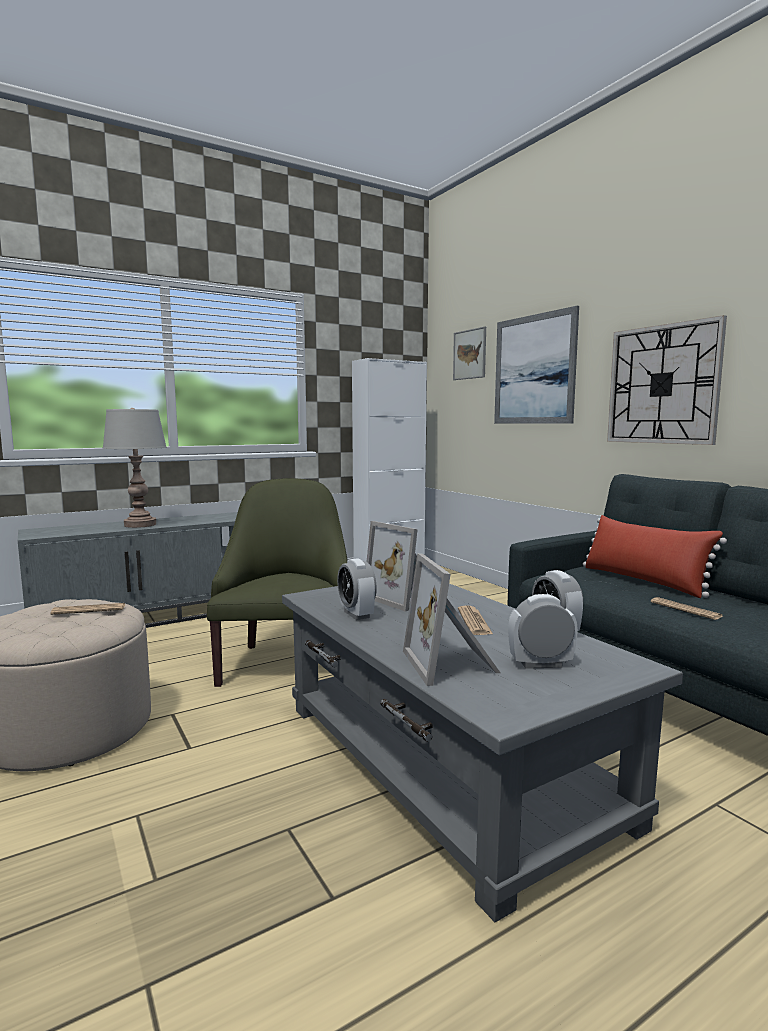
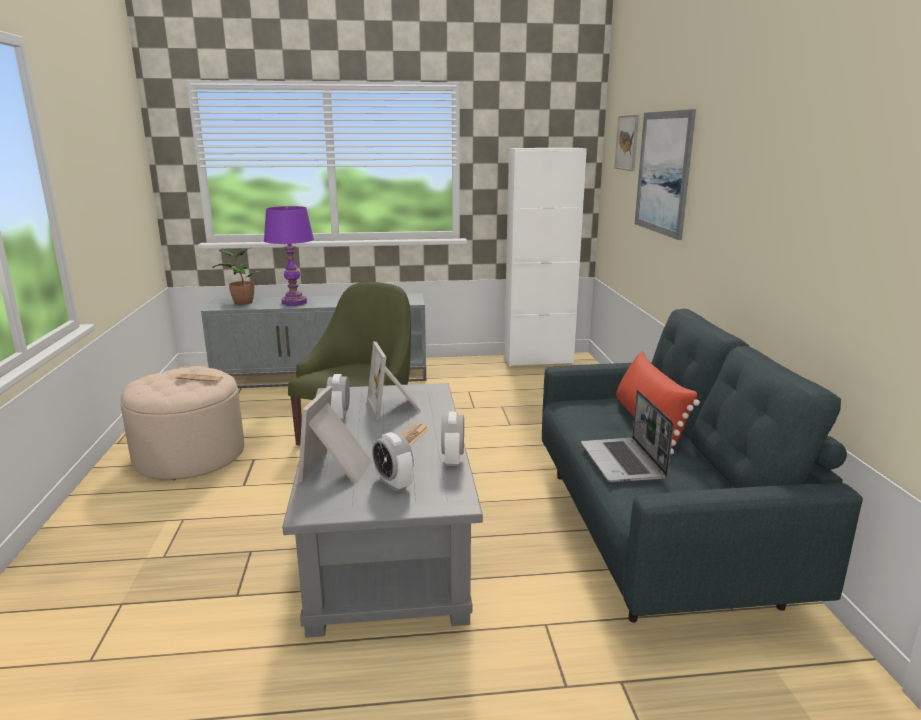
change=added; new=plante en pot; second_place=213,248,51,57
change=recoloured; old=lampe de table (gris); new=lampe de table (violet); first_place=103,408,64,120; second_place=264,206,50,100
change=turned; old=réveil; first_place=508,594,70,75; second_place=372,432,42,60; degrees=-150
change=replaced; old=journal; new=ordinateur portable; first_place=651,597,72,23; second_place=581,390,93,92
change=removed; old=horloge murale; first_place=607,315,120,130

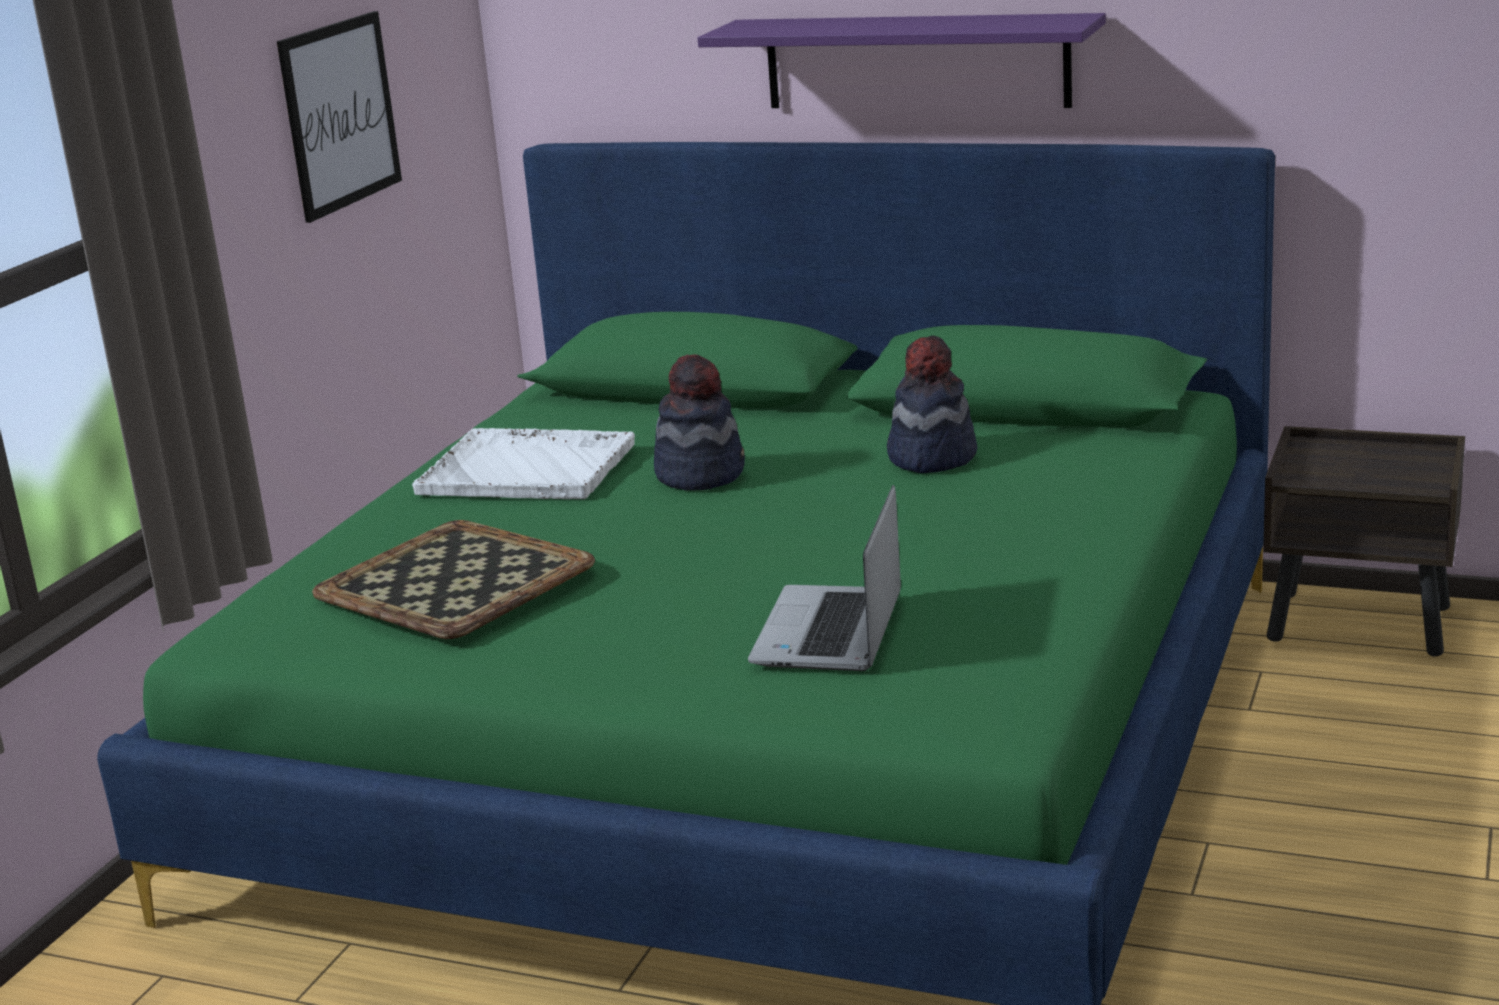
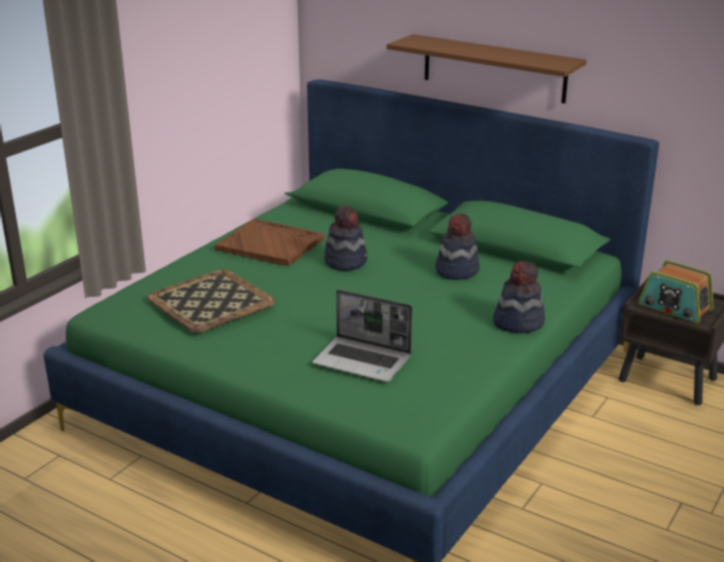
change=recoloured; old=plateau (blanc); new=plateau (marron); first_place=412,428,223,71; second_place=214,219,110,47
change=turned; old=ordinateur portable; first_place=748,485,153,186; second_place=313,289,99,93; degrees=-90
change=recoloured; old=étagère (violet); new=étagère (marron); first_place=698,13,408,95; second_place=387,34,199,69
change=added; new=chapeau; second_place=493,261,52,72
change=added; new=radio; second_place=638,260,76,63
change=removed; old=tableau; first_place=277,11,125,212

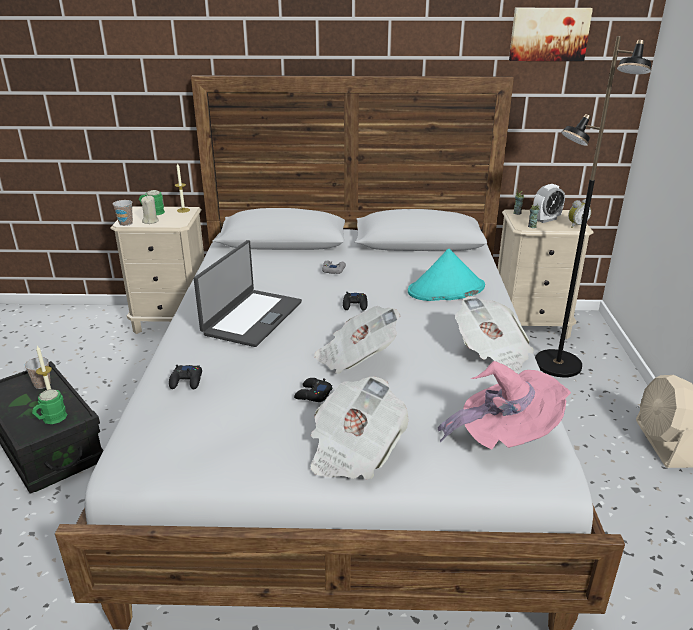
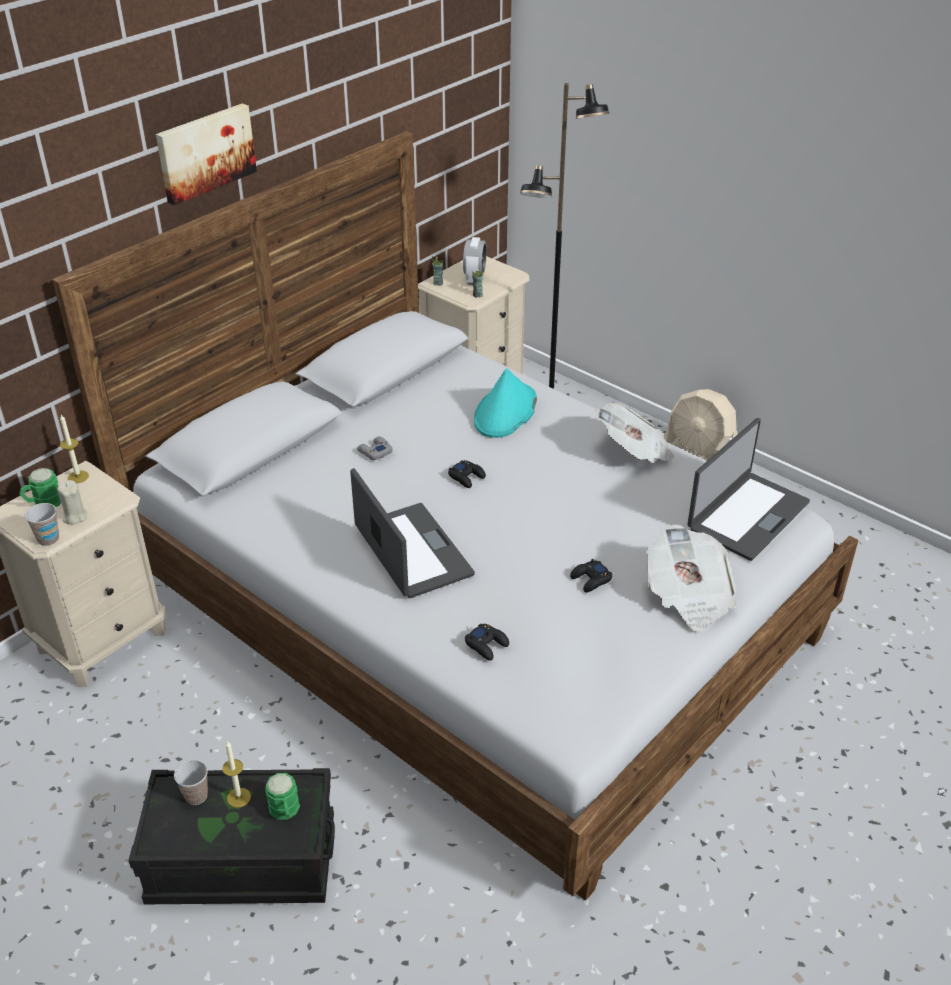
change=moved; old=tableau; first_place=509,8,84,53; second_place=156,103,101,102
change=replaced; old=chapeau (rose); new=ordinateur portable; first_place=438,361,133,88; second_place=687,418,123,143
change=removed; old=journal; first_place=314,306,86,68
change=removed; old=réveil; first_place=568,199,23,29

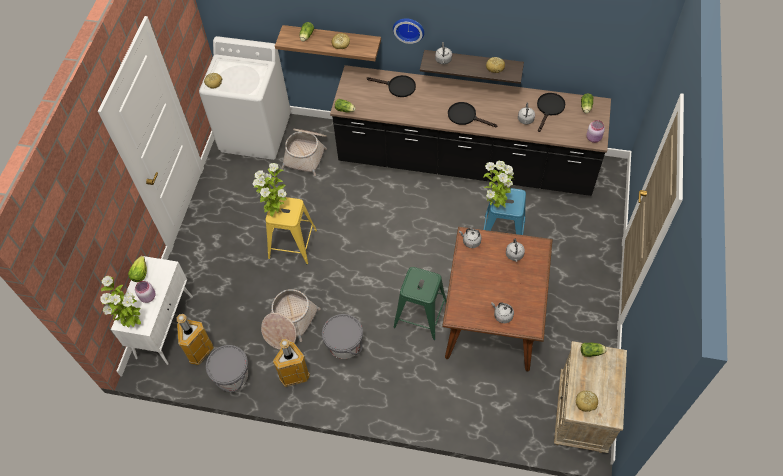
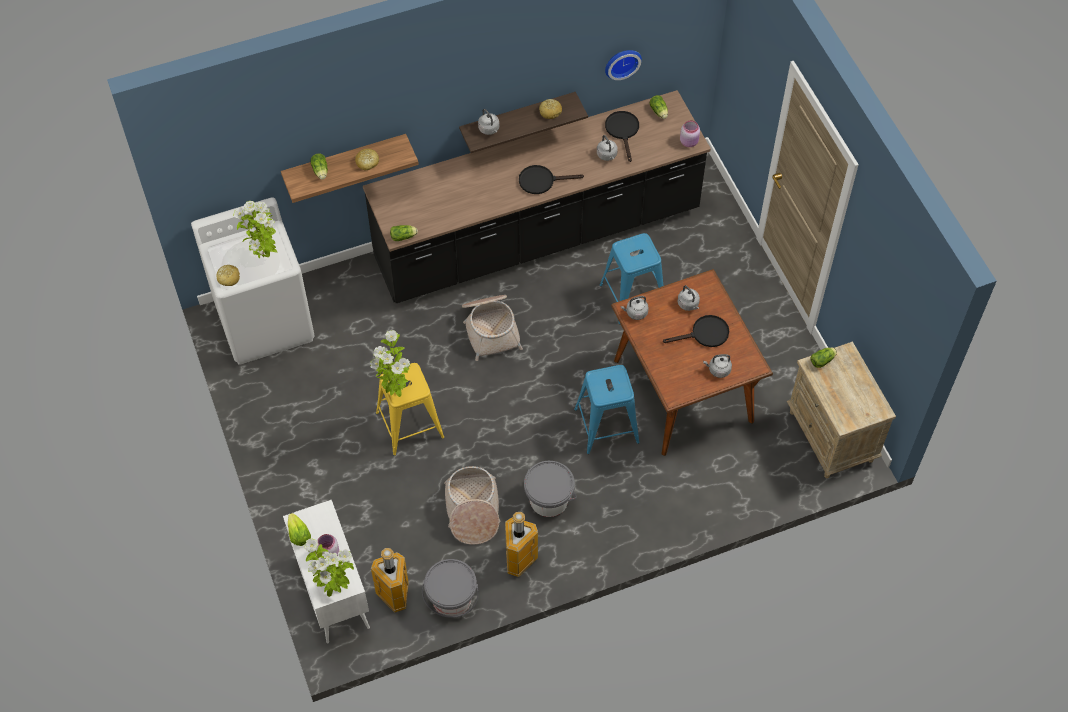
change=moved; old=plante en pot; first_place=483,161,31,47; second_place=233,201,45,57
change=moved; old=panier; first_place=282,129,45,47; second_place=462,295,61,66
change=recoloured; old=tabouret (vert); new=tabouret (bleu); first_place=393,267,53,73; second_place=574,365,66,89
change=moved; old=horloge murale; first_place=393,18,31,26; second_place=605,50,37,30
change=moved; old=poêle (noir); first_place=367,75,49,22; second_place=663,315,66,32
change=removed; old=pain; first_place=576,391,22,21

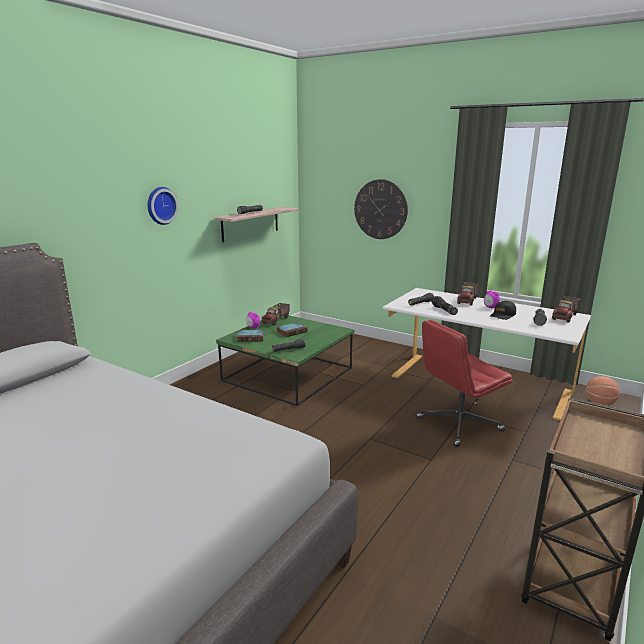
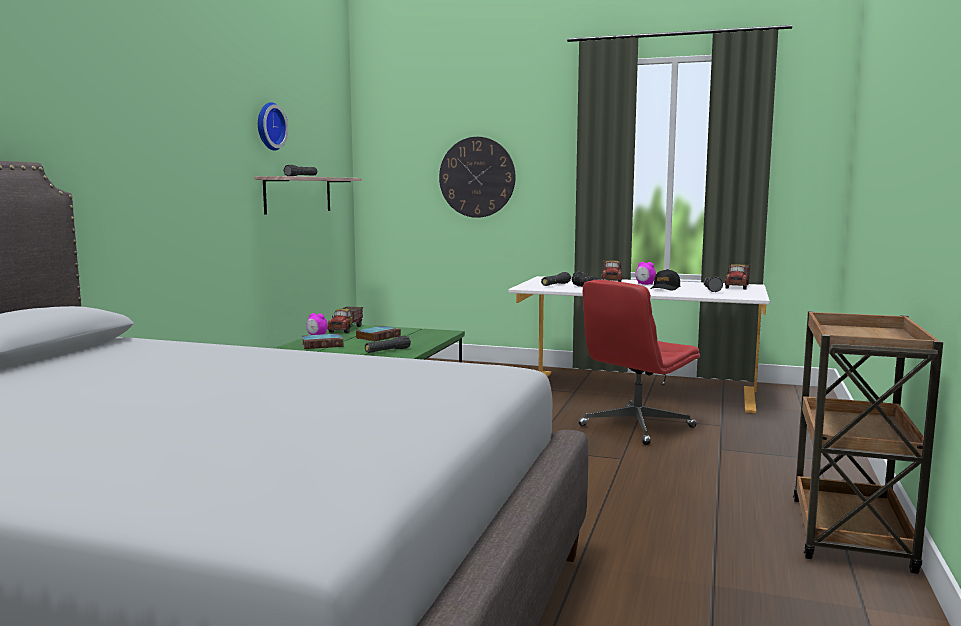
change=moved; old=horloge murale; first_place=147,187,32,38; second_place=258,102,30,49
change=removed; old=ballon de basket; first_place=586,376,34,30

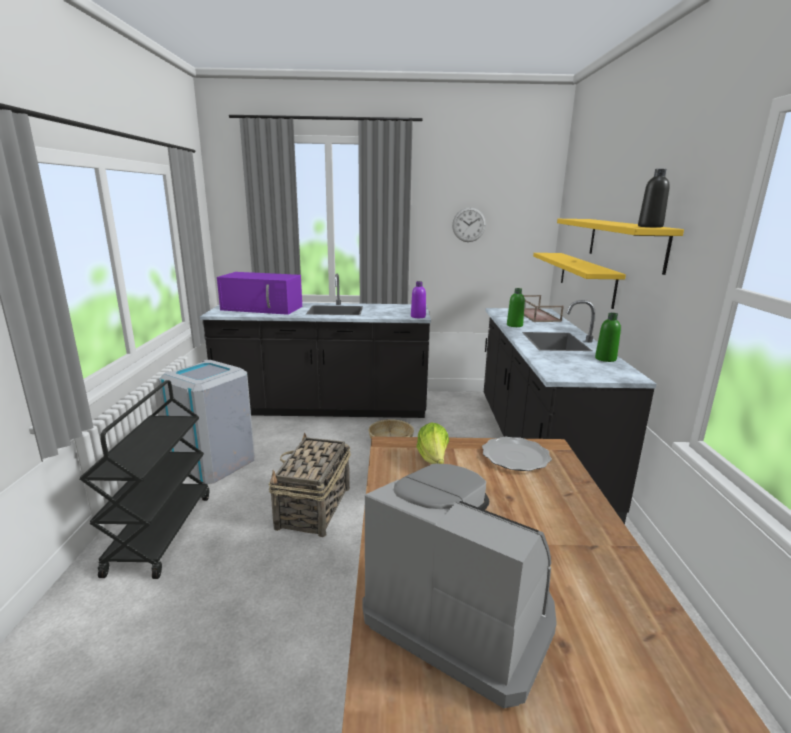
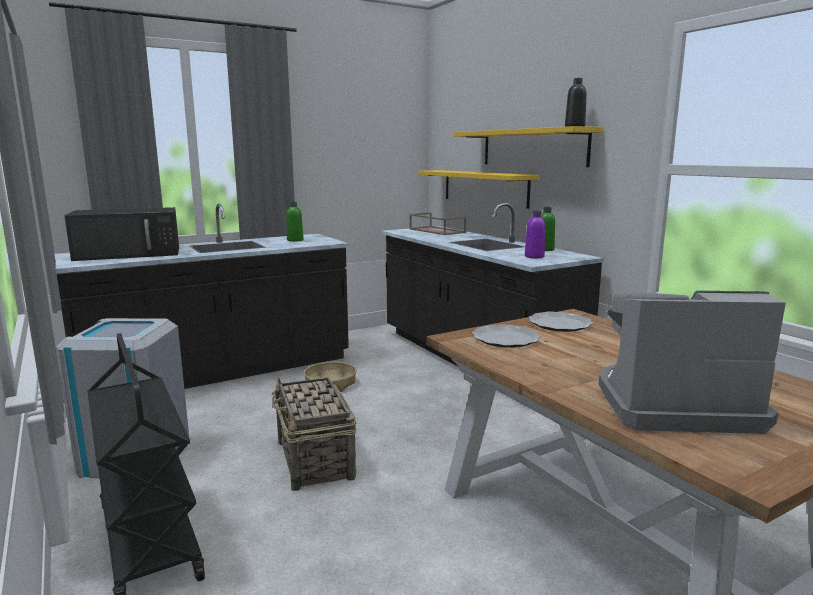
change=recoloured; old=micro-ondes (violet); new=micro-ondes (noir); first_place=217,272,85,43; second_place=64,207,115,54
change=moved; old=bouteille (vert); first_place=507,288,18,39; second_place=286,202,18,40
change=replaced; old=laitue; new=assiette; first_place=416,422,33,42; second_place=472,324,69,24
change=moved; old=bouteille (violet); first_place=411,281,15,37; second_place=525,211,20,47
change=removed; old=horloge murale; first_place=452,207,34,35

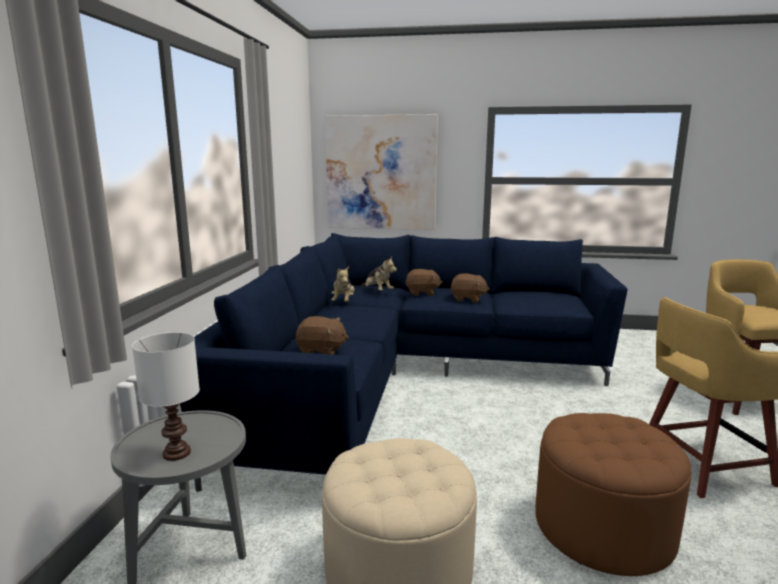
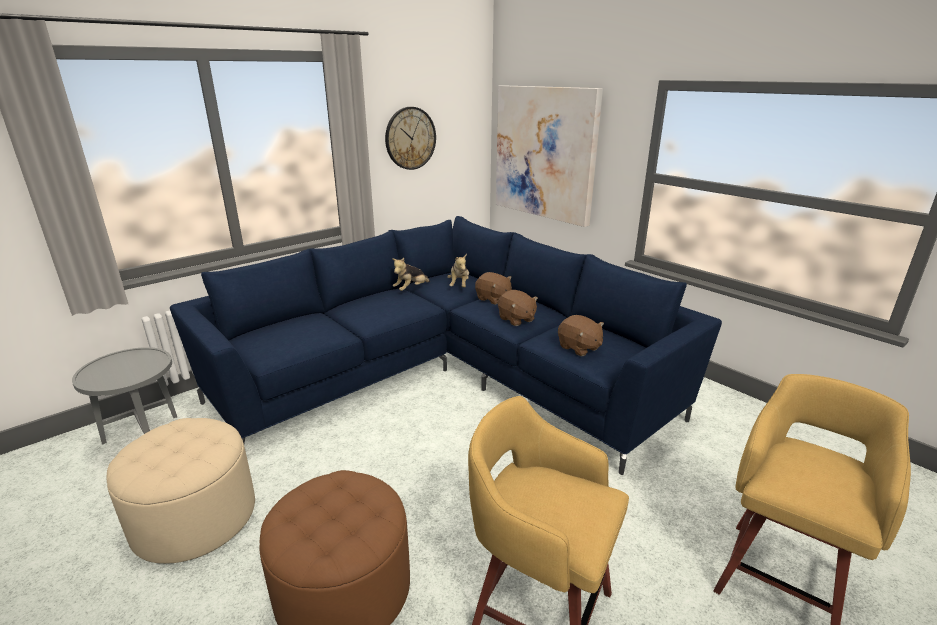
change=added; new=horloge murale; second_place=385,107,51,63
change=moved; old=peluche (marron); first_place=296,316,53,38; second_place=558,315,46,41
change=removed; old=lampe de table (blanc); first_place=132,332,68,129

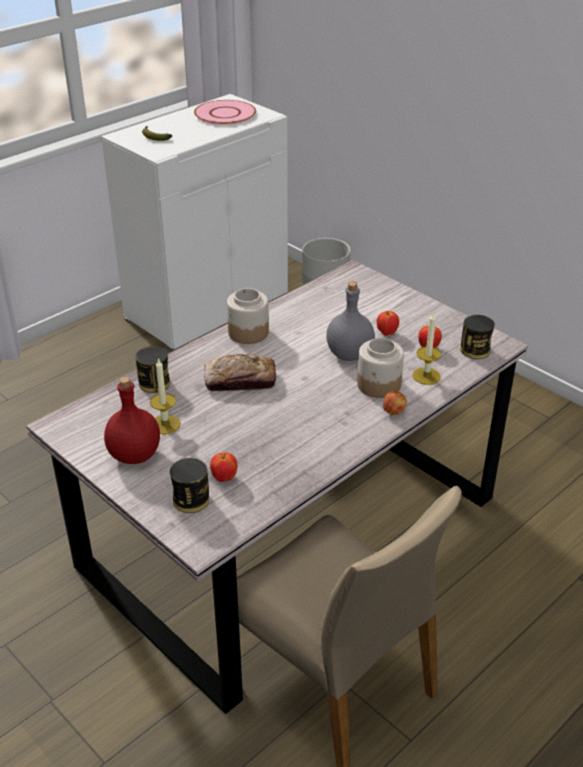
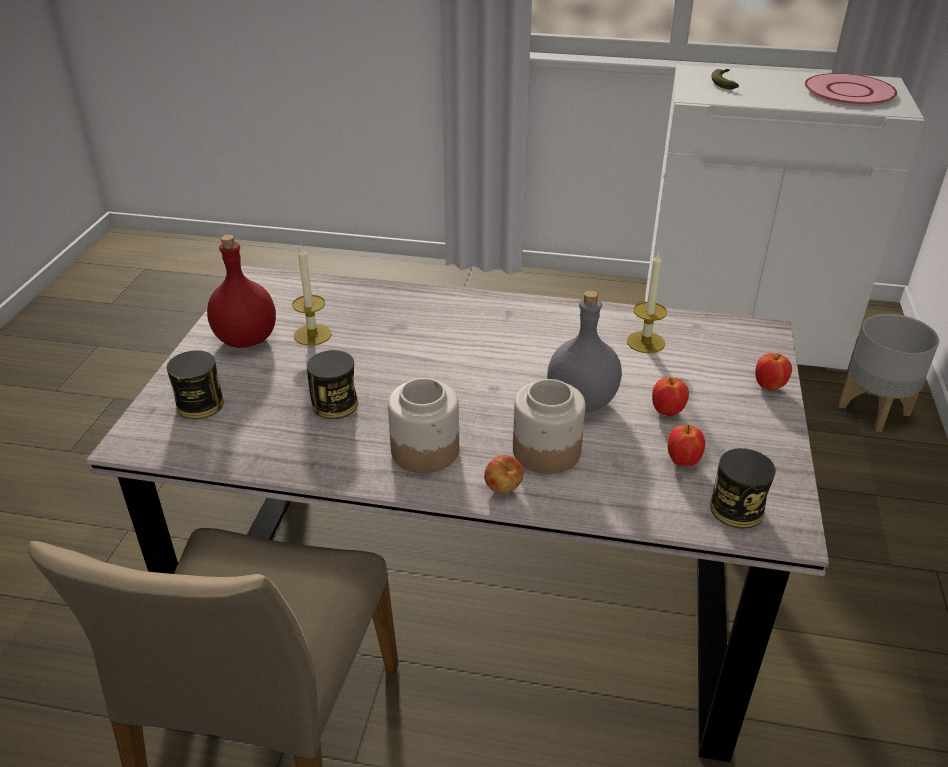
change=moved; old=boîte métallique; first_place=136,346,34,47; second_place=307,350,51,69
change=moved; old=bocal; first_place=227,288,42,56; second_place=388,378,71,95
change=moved; old=bougie; first_place=412,312,29,73; second_place=627,251,40,102
change=moved; old=pomme; first_place=210,452,27,30; second_place=755,353,37,38
change=removed; old=pain; first_place=204,354,72,37

